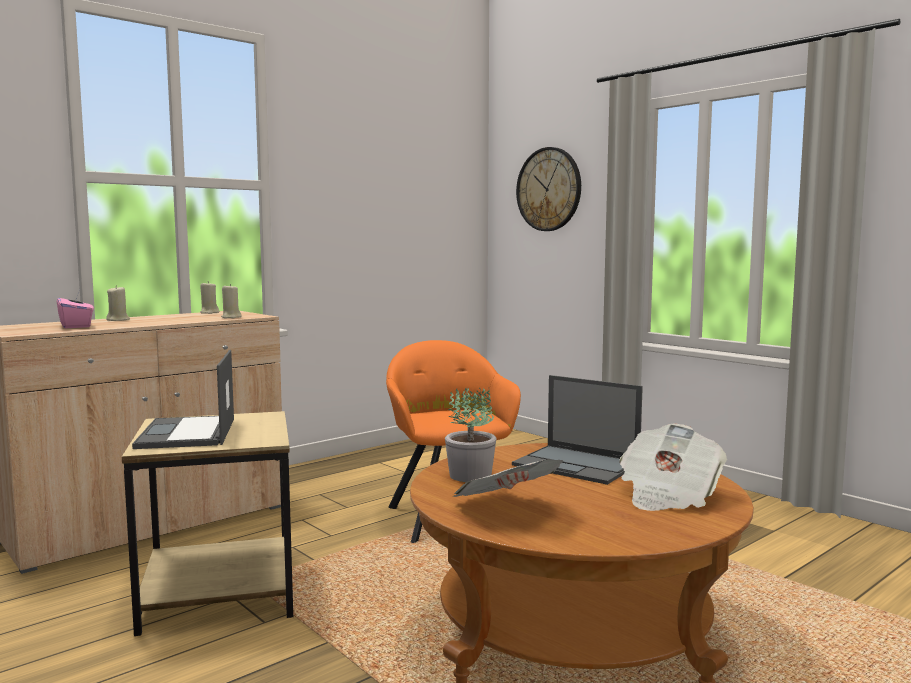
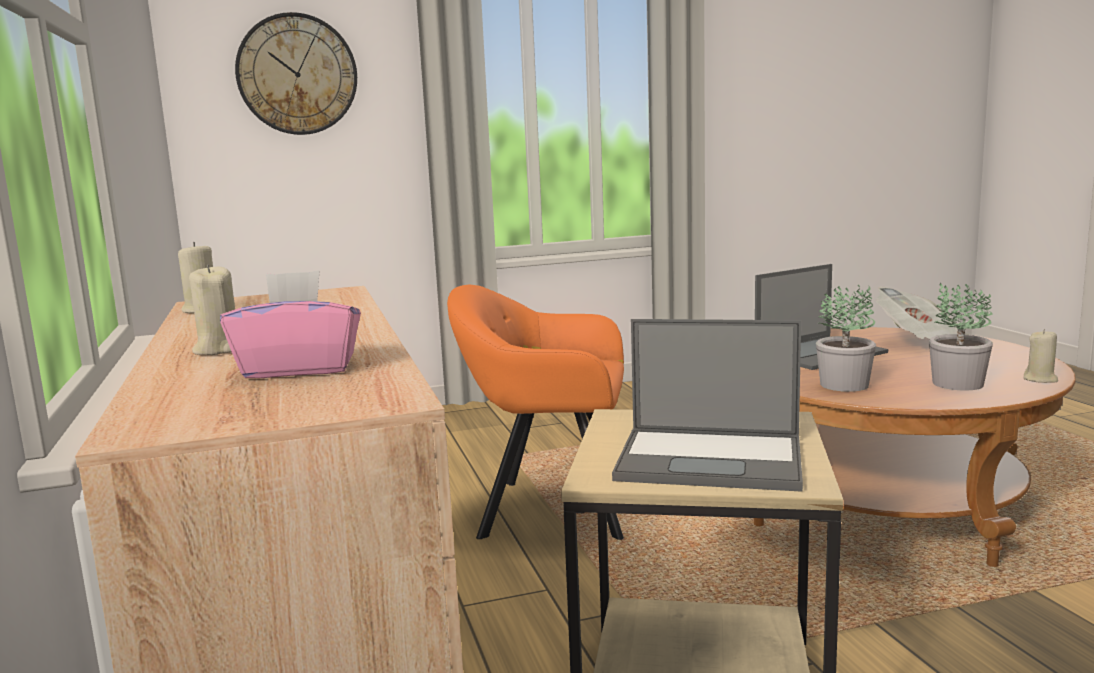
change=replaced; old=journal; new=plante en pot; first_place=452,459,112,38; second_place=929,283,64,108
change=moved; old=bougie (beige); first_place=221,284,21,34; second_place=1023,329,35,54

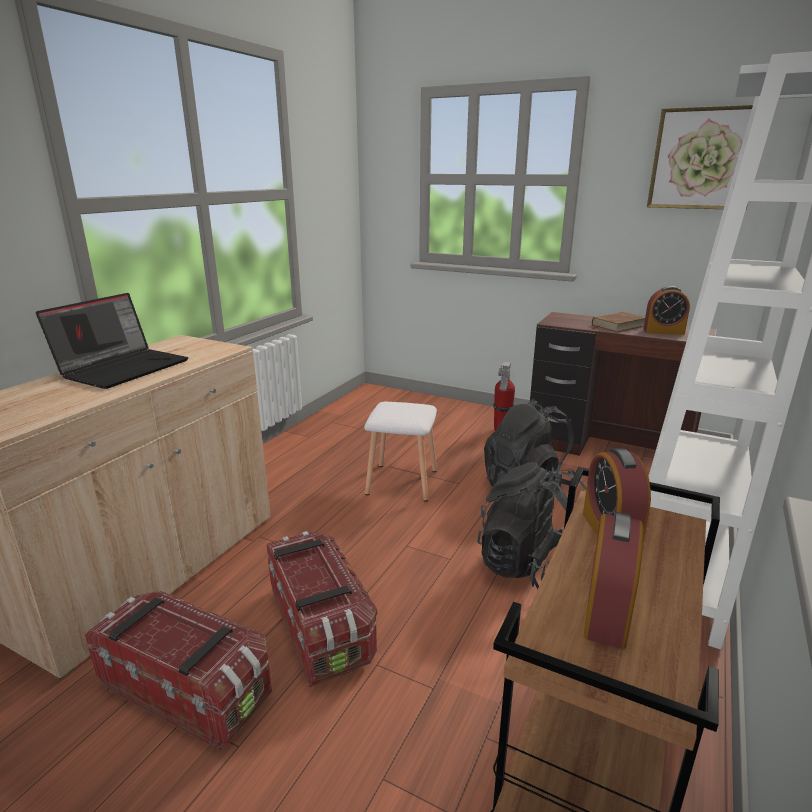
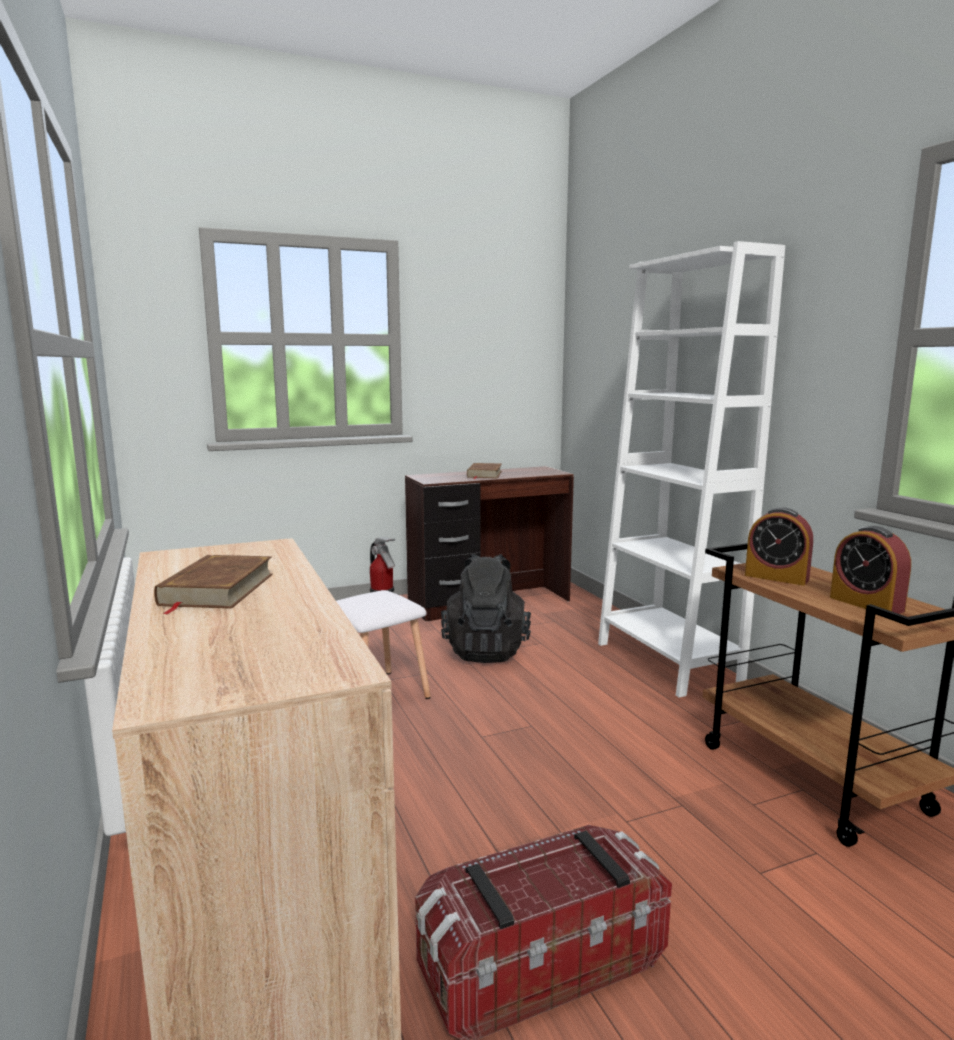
change=replaced; old=ordinateur portable; new=livre (marron); first_place=36,293,153,96; second_place=154,555,119,60
change=removed; old=boîte de rangement; first_place=267,531,110,156
change=removed; old=sac à dos (noir); first_place=477,462,110,127
change=removed; old=réveil; first_place=643,286,47,49
change=removed; old=tableau; first_place=647,105,106,105

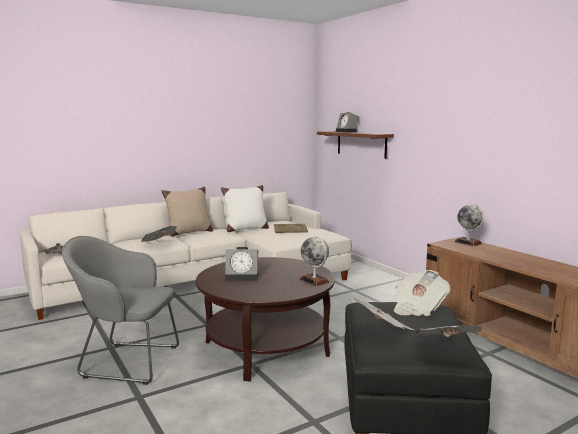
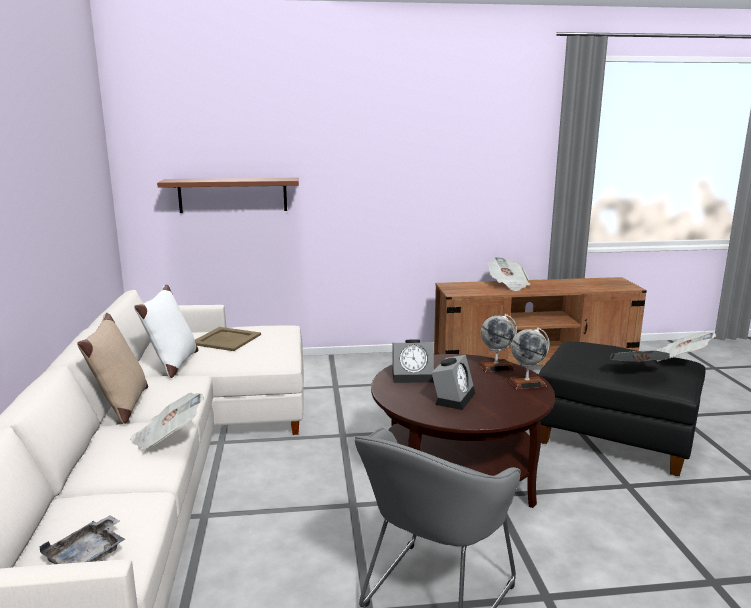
change=moved; old=réveil; first_place=336,112,23,21; second_place=392,340,42,43
change=moved; old=journal; first_place=394,270,56,46; second_place=488,257,42,34
change=moved; old=globe; first_place=454,204,30,42; second_place=507,327,43,63

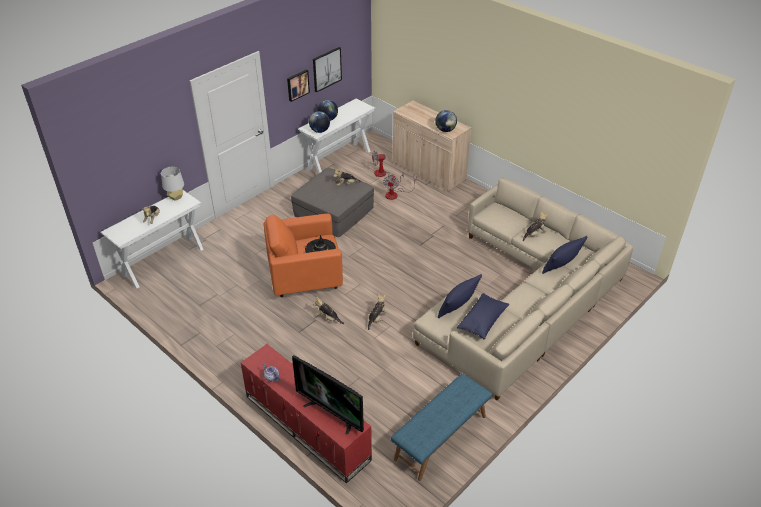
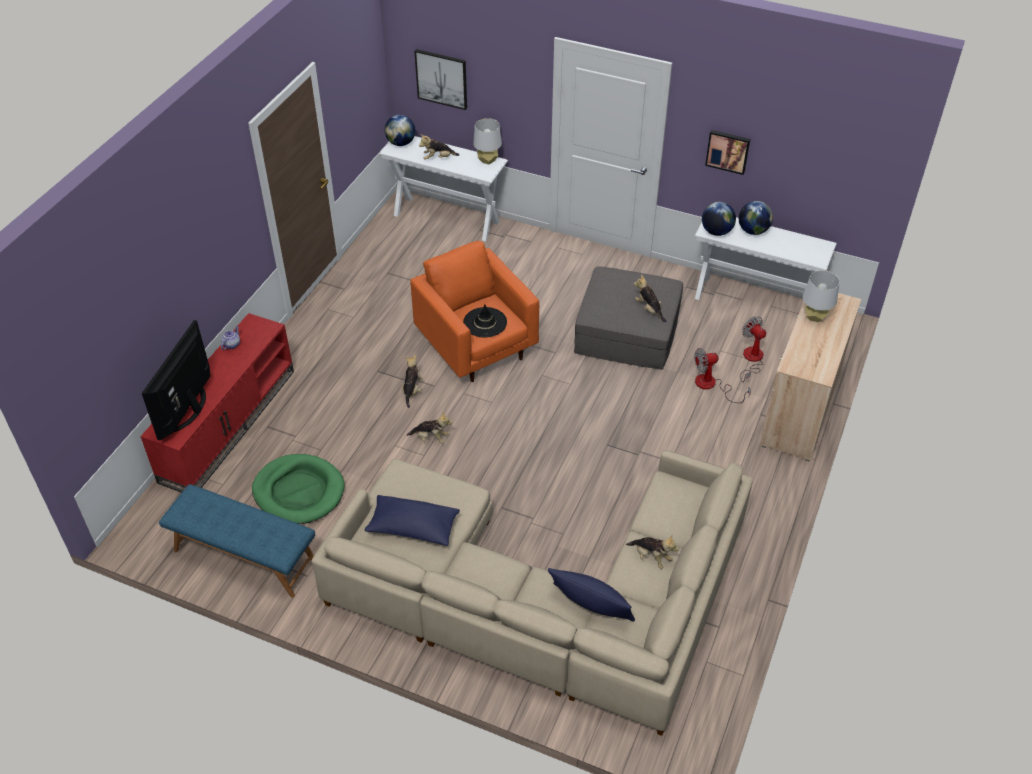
change=added; new=panier pour chien (vert); second_place=252,454,93,70
change=moved; old=globe; first_place=435,110,22,22; second_place=385,115,31,31
change=moved; old=tableau; first_place=313,47,29,45; second_place=415,49,52,61
change=added; new=lampe de table (gris); second_place=803,270,37,52
change=removed; old=coussin (bleu); first_place=438,274,44,44

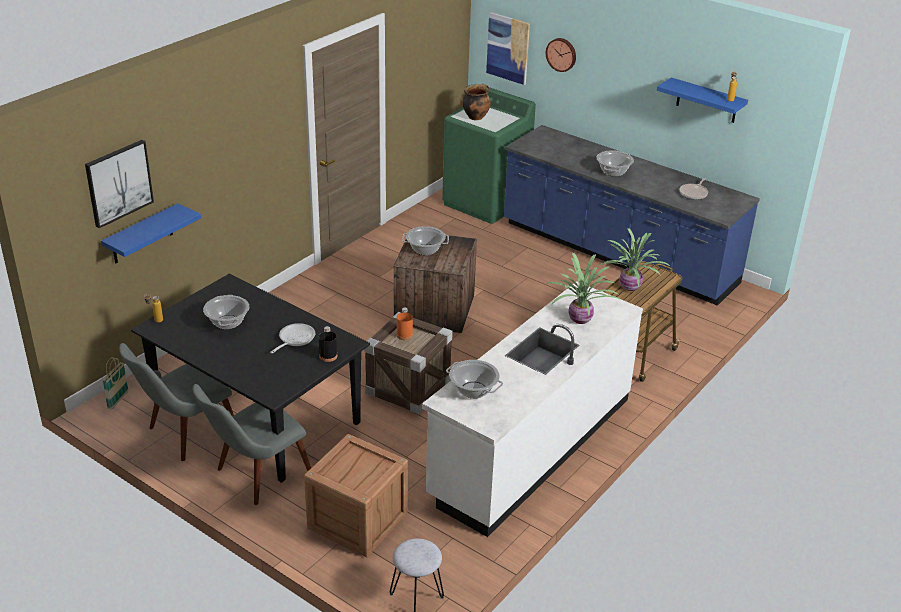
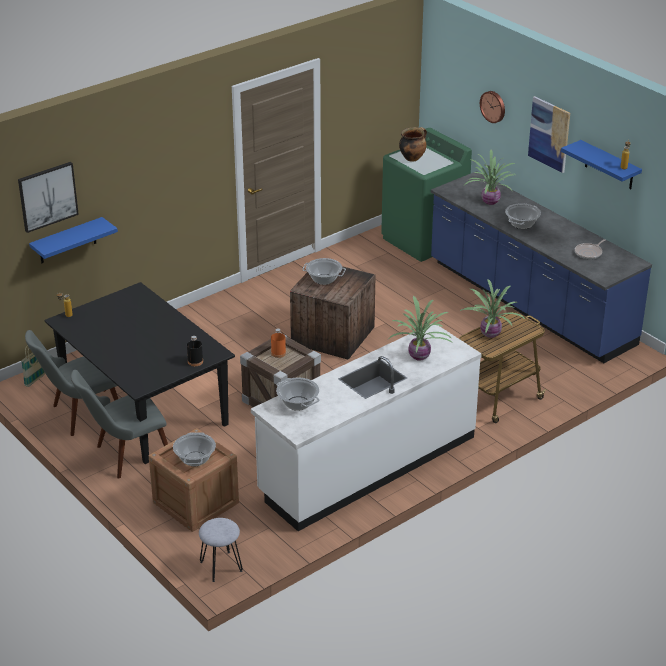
change=moved; old=marmite; first_place=203,295,46,34; second_place=173,432,43,34
change=added; new=plante en pot; second_place=464,150,51,55
change=moved; old=tableau; first_place=486,12,44,73; second_place=528,96,42,77
change=removed; old=poêle; first_place=270,323,46,31

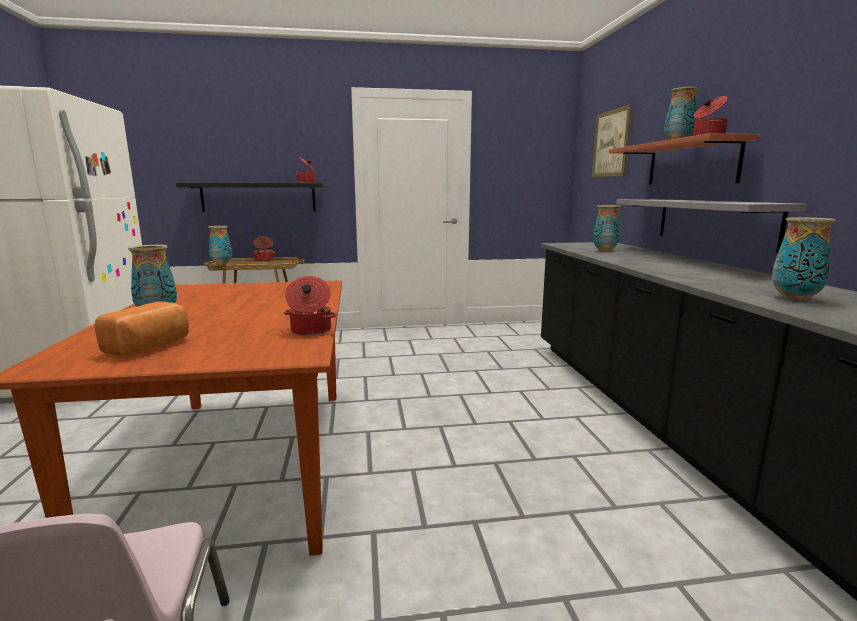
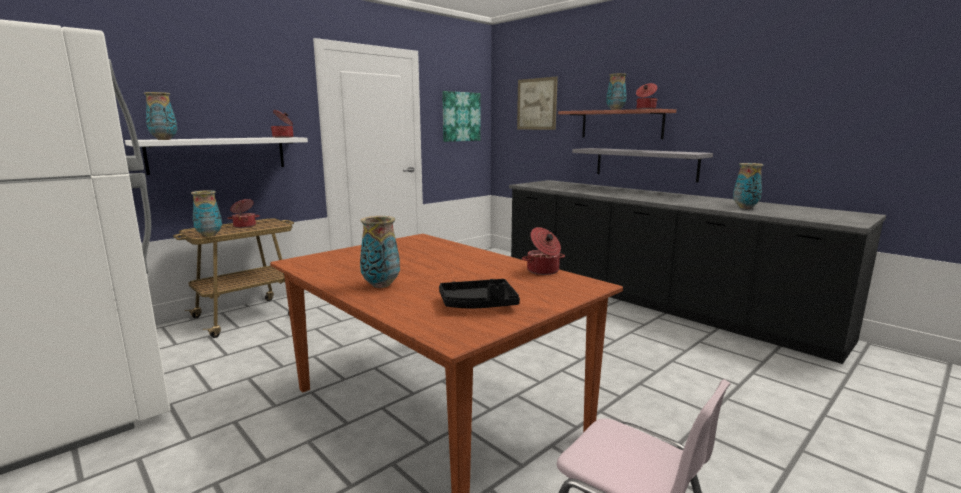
change=recoloured; old=étagère (noir); new=étagère (blanc); first_place=176,183,149,29; second_place=125,137,183,38
change=moved; old=vase; first_place=593,205,27,46; second_place=144,92,33,48
change=replaced; old=pain; new=plateau (noir); first_place=95,302,94,54; second_place=439,279,81,29
change=added; new=tableau; second_place=442,91,38,51

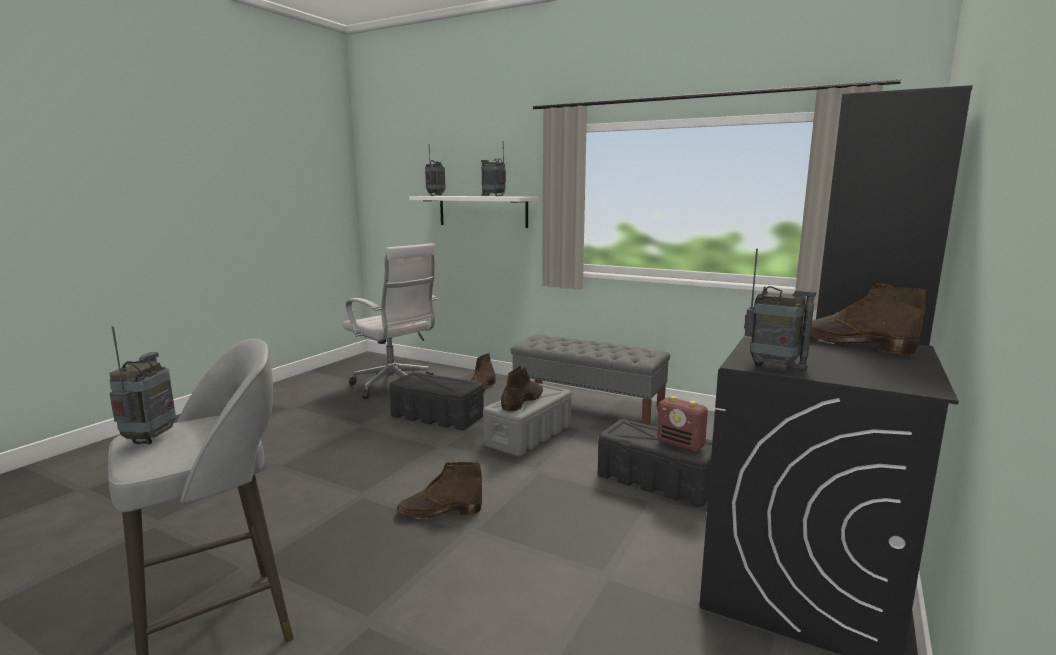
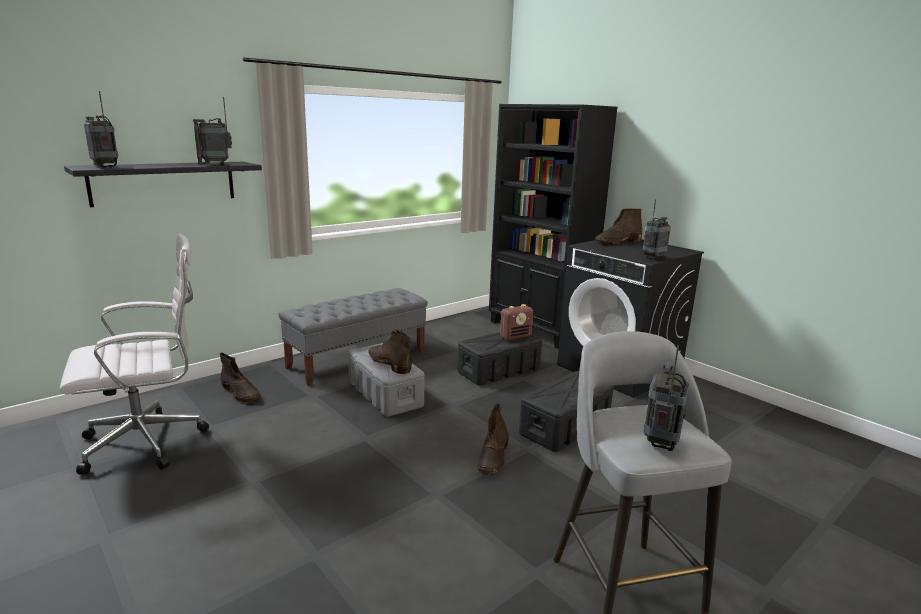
change=recoloured; old=étagère (blanc); new=étagère (noir); first_place=409,196,129,32; second_place=64,162,198,45
change=moved; old=boîte de rangement (noir); first_place=390,372,94,58; second_place=519,371,95,81
change=turned; old=radio; first_place=109,326,67,119; second_place=644,346,46,105; degrees=90

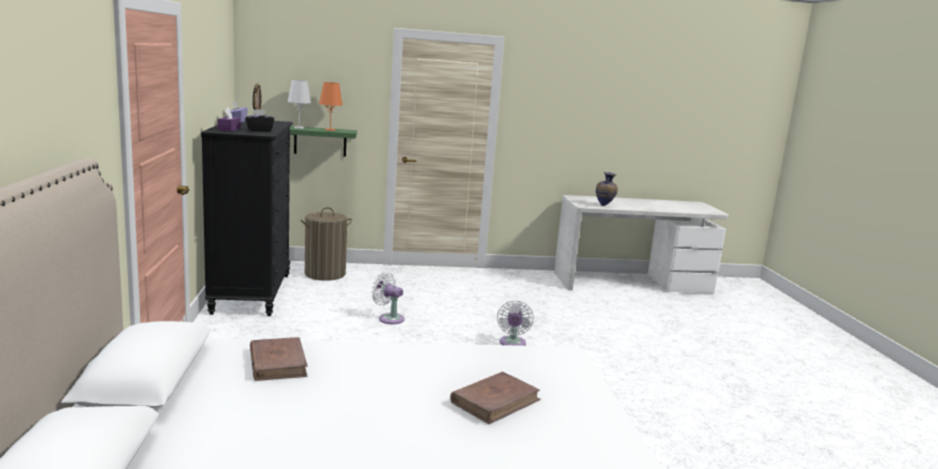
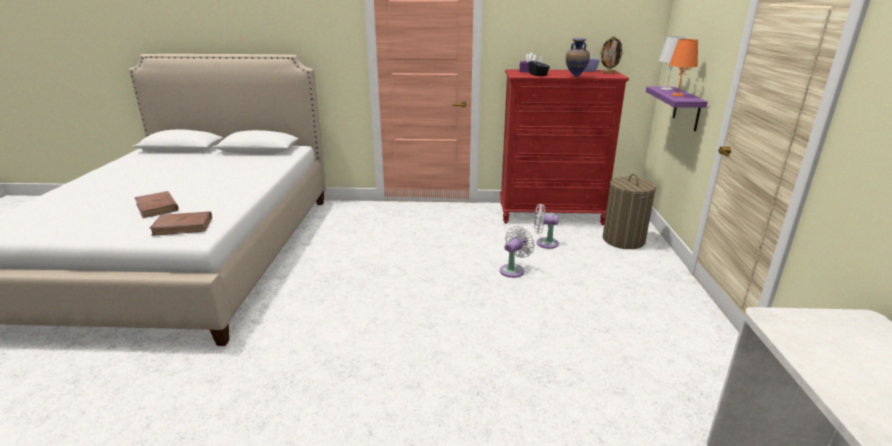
change=moved; old=livre (marron); first_place=250,337,58,44; second_place=149,211,63,25
change=recoloured; old=commode (noir); new=commode (rouge); first_place=201,121,92,195; second_place=500,69,129,156
change=moved; old=ventilateur (blanc); first_place=497,301,37,45; second_place=534,204,25,45
change=moved; old=vase; first_place=596,172,22,34; second_place=566,38,24,39
change=recoloured; old=étagère (vert); new=étagère (violet); first_place=290,126,67,31; second_place=646,87,62,44

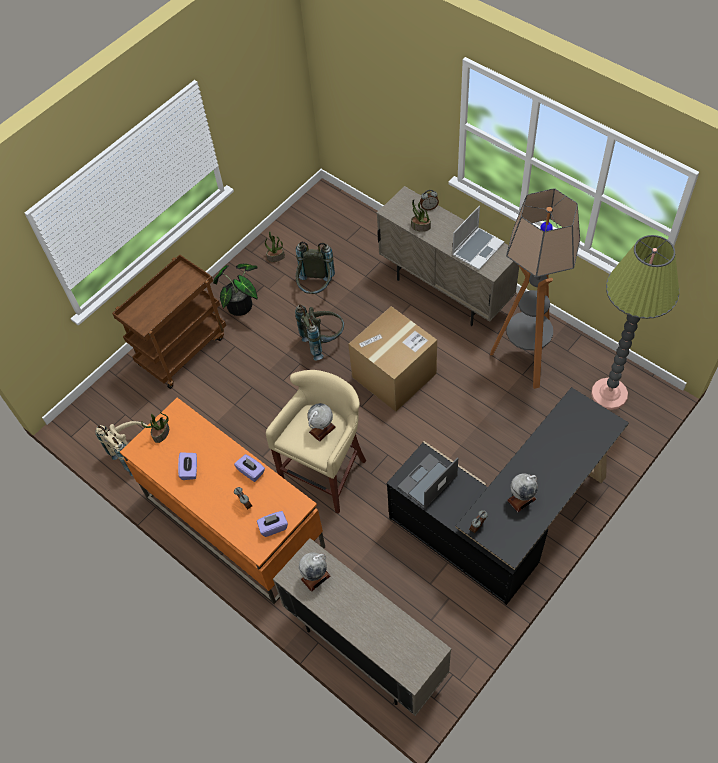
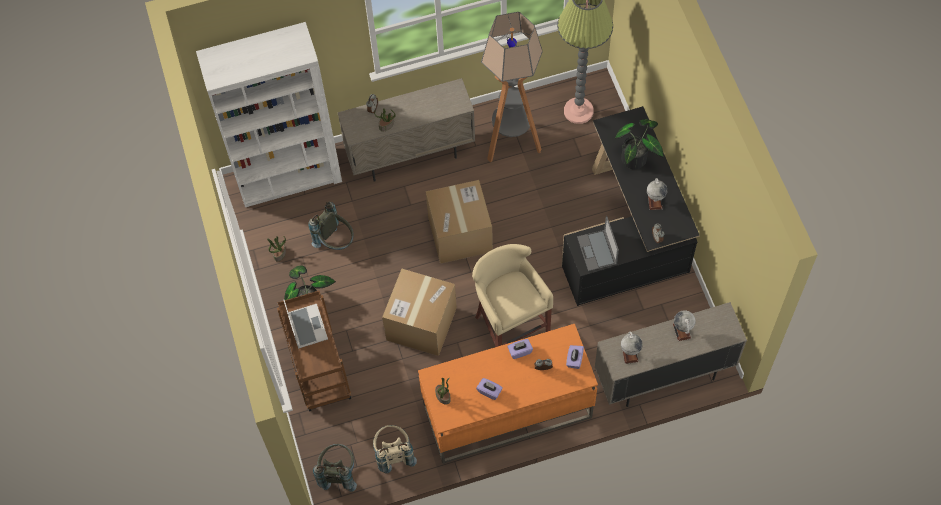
change=added; new=bibliothèque (blanc); second_place=196,22,146,185
change=moved; old=ordinateur portable; first_place=452,206,52,64; second_place=284,300,44,49
change=moved; old=sac à dos (gris); first_place=295,305,49,55; second_place=313,444,44,48
change=added; new=carton; second_place=382,268,75,88
change=added; new=plante en pot; second_place=615,119,49,50
change=moved; old=globe; first_place=307,403,29,39; second_place=673,310,23,31

